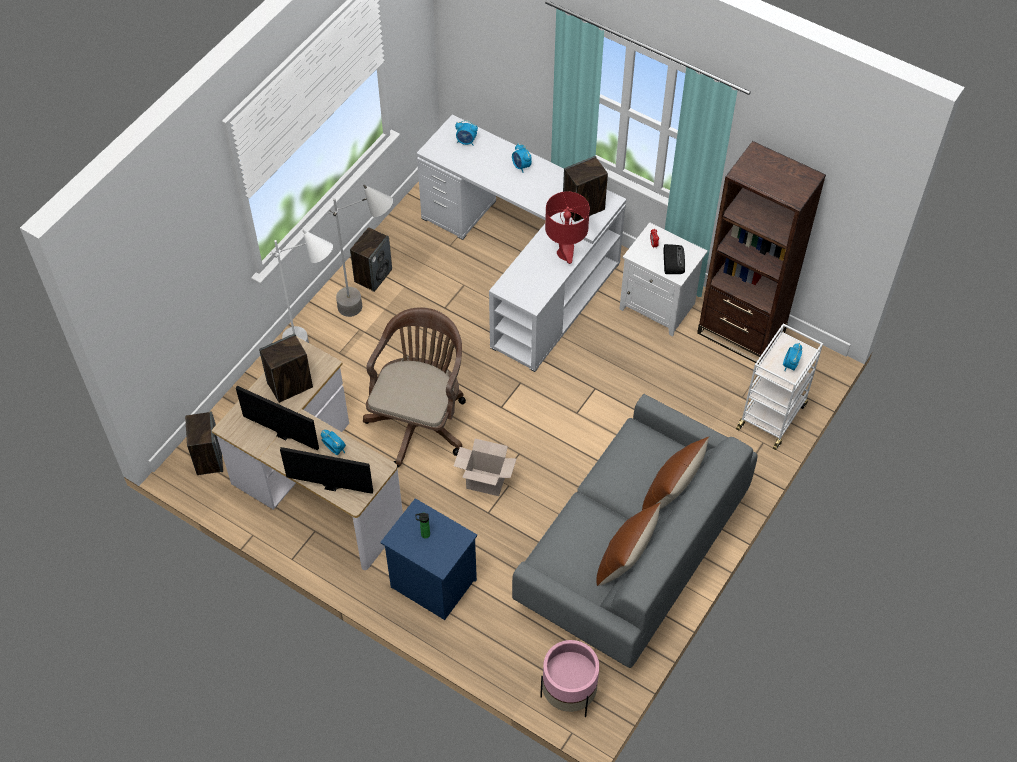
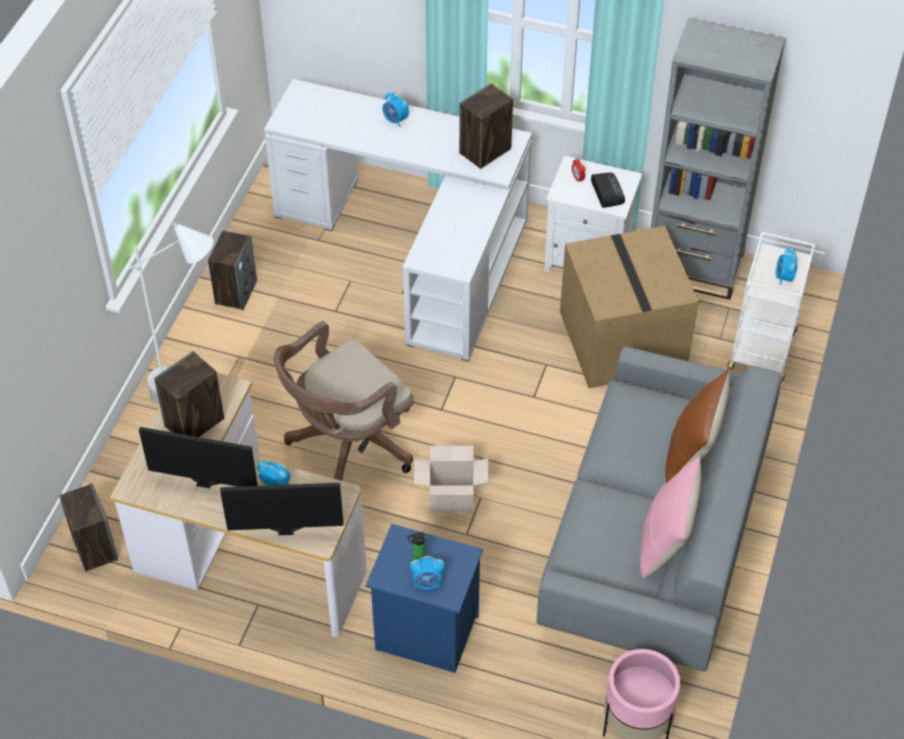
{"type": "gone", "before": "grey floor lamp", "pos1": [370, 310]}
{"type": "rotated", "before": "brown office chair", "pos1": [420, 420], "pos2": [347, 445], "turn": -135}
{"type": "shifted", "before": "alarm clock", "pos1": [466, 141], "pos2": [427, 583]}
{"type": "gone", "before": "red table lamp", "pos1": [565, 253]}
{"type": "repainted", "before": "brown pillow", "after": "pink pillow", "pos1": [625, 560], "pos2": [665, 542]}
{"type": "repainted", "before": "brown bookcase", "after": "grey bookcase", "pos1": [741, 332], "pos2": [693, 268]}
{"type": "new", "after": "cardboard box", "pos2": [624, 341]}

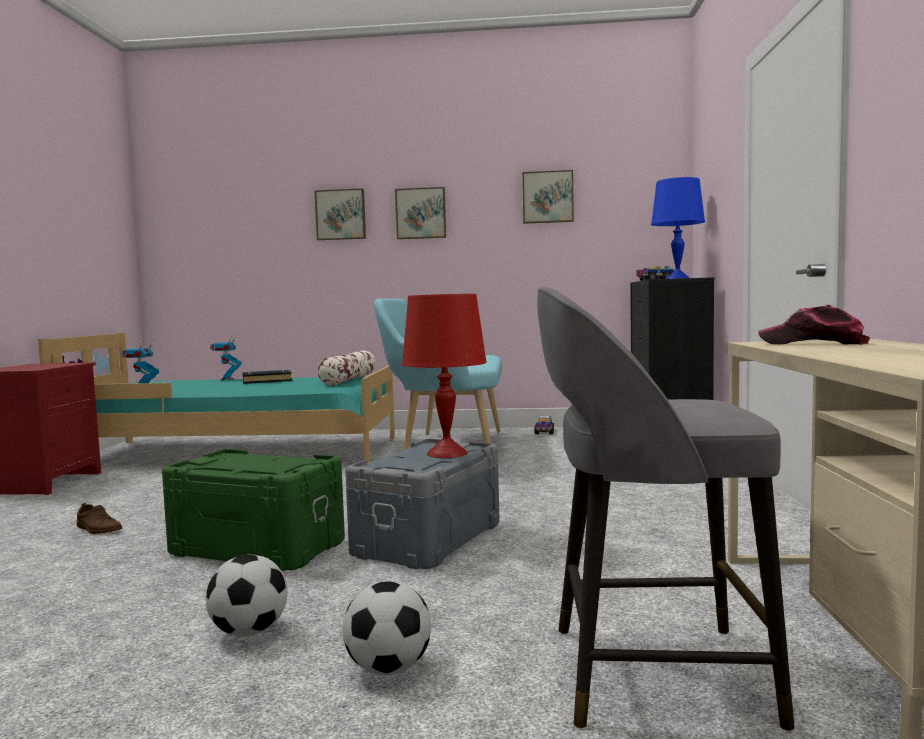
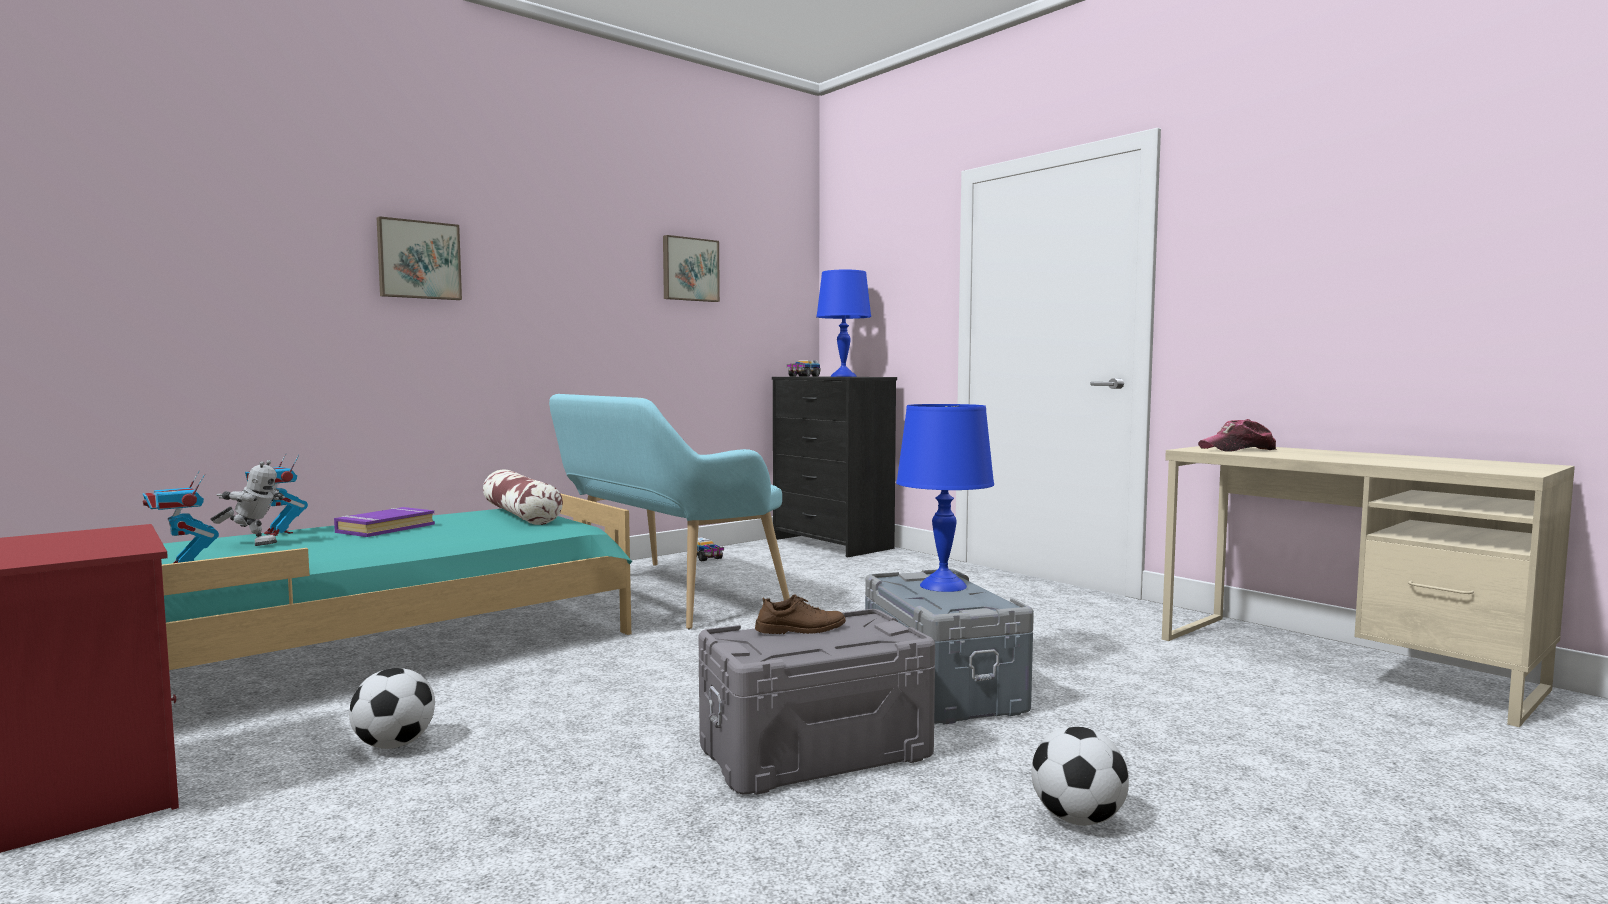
{"type": "shifted", "before": "brown shoe", "pos1": [98, 529], "pos2": [800, 629]}
{"type": "repainted", "before": "green storage box", "after": "grey storage box", "pos1": [259, 547], "pos2": [814, 750]}
{"type": "repainted", "before": "black book", "after": "purple book", "pos1": [267, 381], "pos2": [385, 528]}
{"type": "shifted", "before": "football", "pos1": [388, 668], "pos2": [394, 745]}
{"type": "gone", "before": "picture", "pos1": [421, 213]}
{"type": "repainted", "before": "red table lamp", "after": "blue table lamp", "pos1": [447, 453], "pos2": [943, 585]}
{"type": "gone", "before": "grey stool", "pos1": [651, 673]}
{"type": "new", "after": "toy robot", "pos2": [252, 544]}

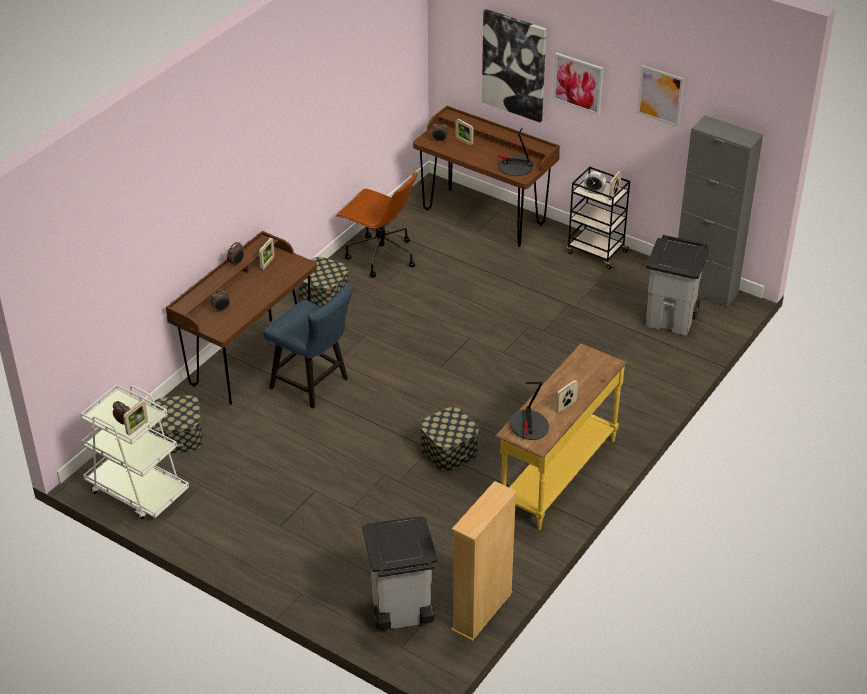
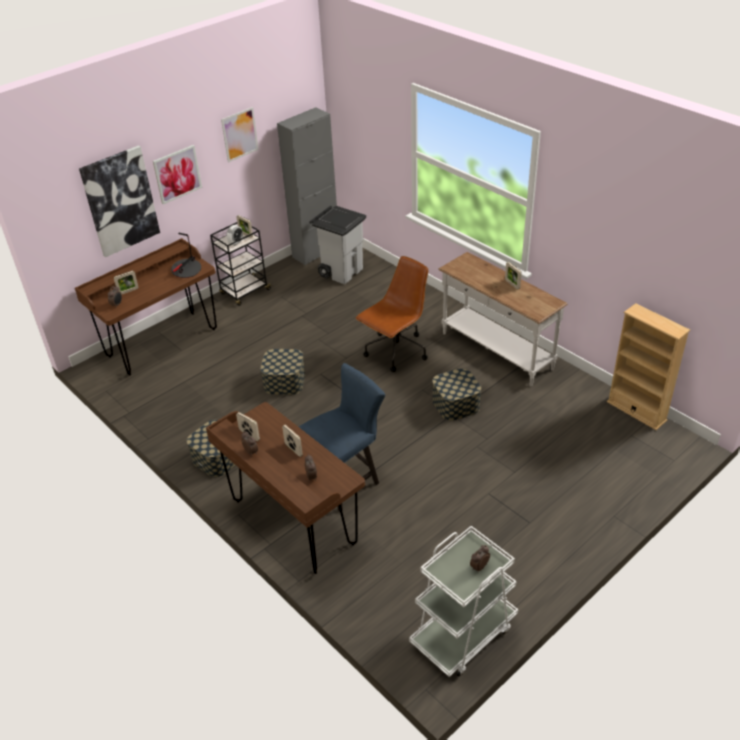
{"type": "shifted", "before": "picture frame", "pos1": [137, 428], "pos2": [293, 450]}
{"type": "shifted", "before": "storage box", "pos1": [178, 436], "pos2": [284, 381]}
{"type": "shifted", "before": "brown office chair", "pos1": [380, 256], "pos2": [395, 352]}
{"type": "gone", "before": "grey trash can", "pos1": [400, 611]}
{"type": "repainted", "before": "yellow console table", "after": "white console table", "pos1": [557, 474], "pos2": [496, 351]}
{"type": "gone", "before": "table lamp", "pos1": [529, 426]}

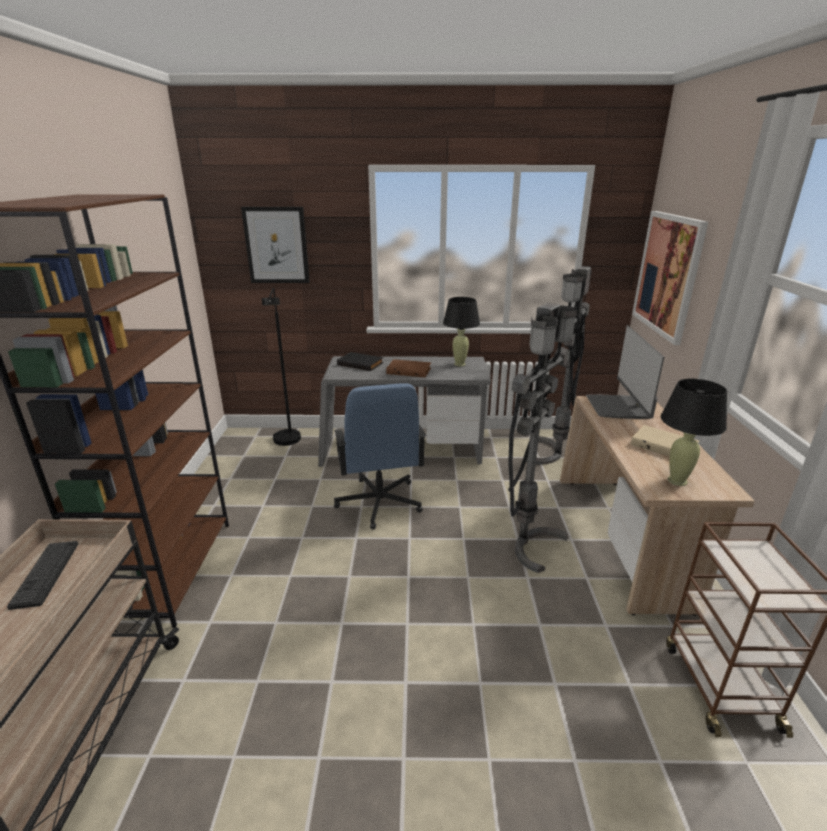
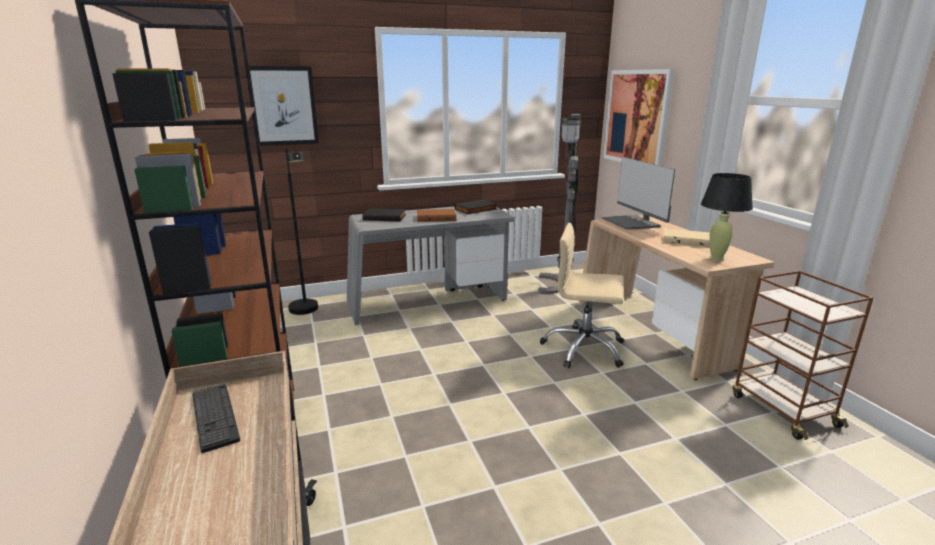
{"type": "gone", "before": "blue office chair", "pos1": [379, 503]}
{"type": "swapped", "before": "black table lamp", "after": "black book", "pos1": [459, 364], "pos2": [476, 210]}
{"type": "swapped", "before": "grey floor lamp", "after": "beige office chair", "pos1": [526, 543], "pos2": [583, 349]}

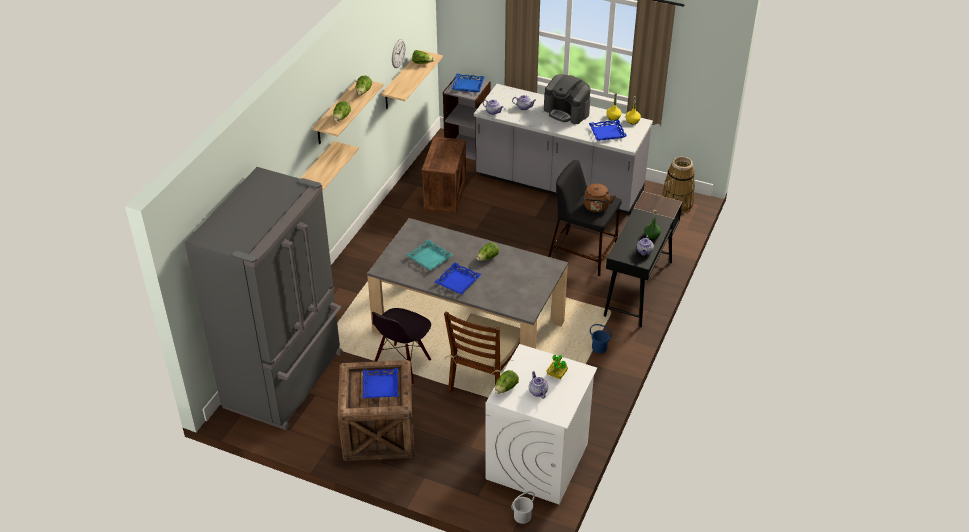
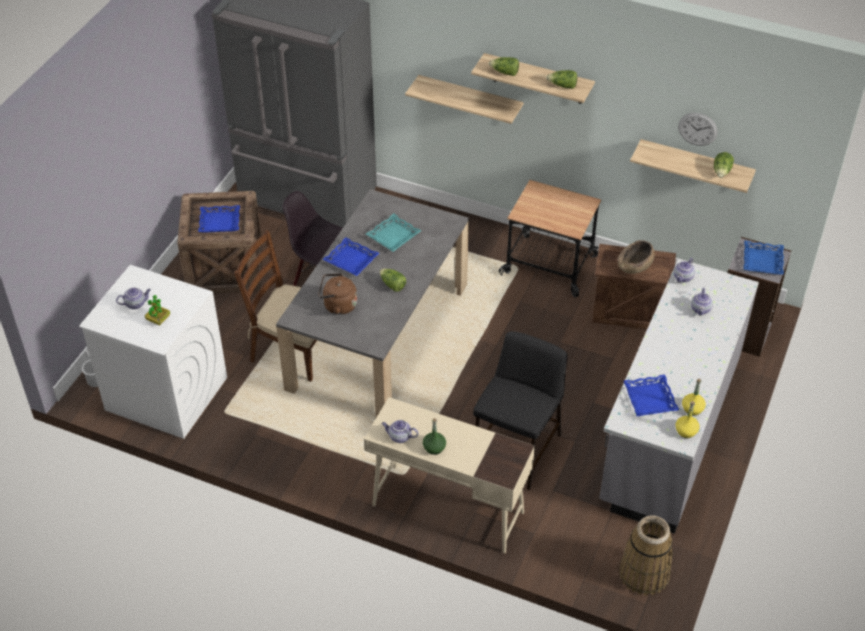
{"type": "gone", "before": "lettuce", "pos1": [506, 388]}
{"type": "gone", "before": "coffee machine", "pos1": [567, 111]}
{"type": "shifted", "before": "brown kettle", "pos1": [596, 207], "pos2": [338, 305]}
{"type": "gone", "before": "blue bucket", "pos1": [599, 348]}
{"type": "repainted", "before": "black desk", "after": "beige desk", "pos1": [638, 289], "pos2": [447, 508]}
{"type": "new", "after": "cart", "pos2": [549, 264]}
{"type": "new", "after": "brown bowl", "pos2": [635, 265]}

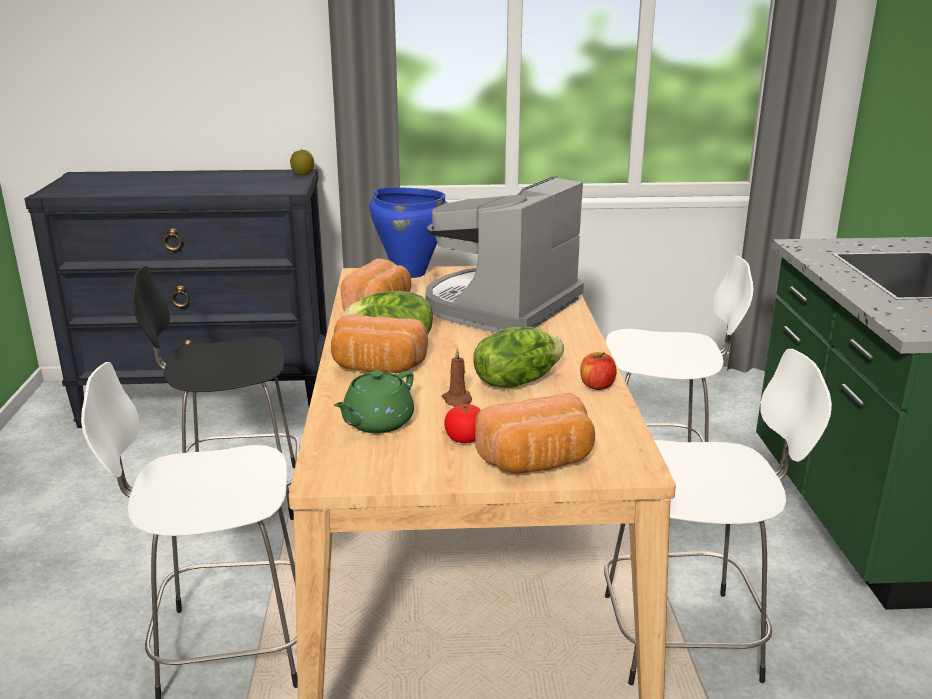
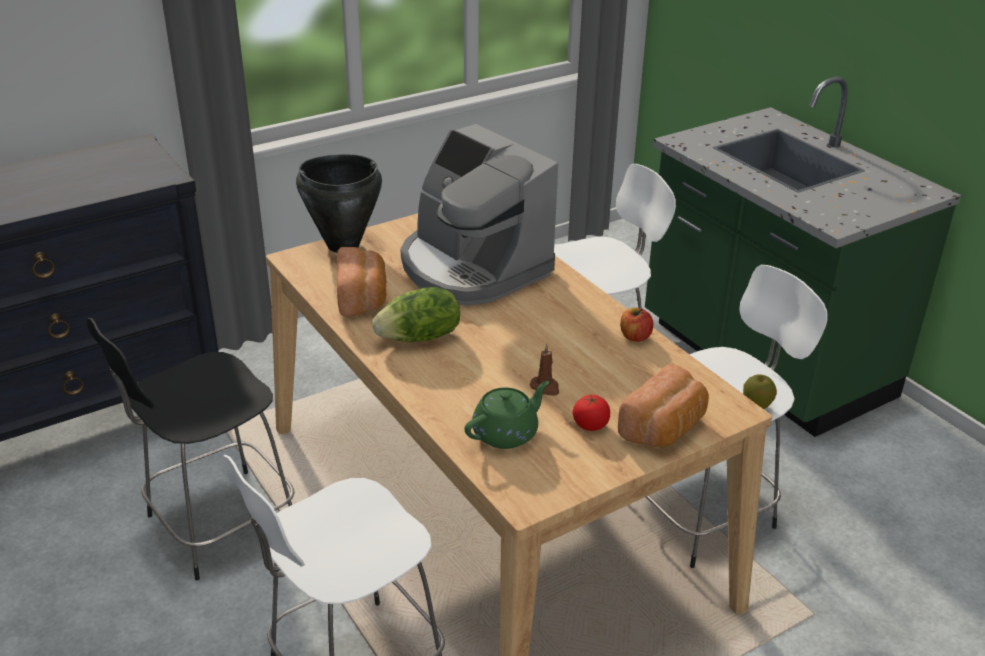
{"type": "shifted", "before": "apple", "pos1": [303, 174], "pos2": [757, 404]}
{"type": "gone", "before": "bread", "pos1": [377, 368]}
{"type": "rotated", "before": "green teapot", "pos1": [377, 423], "pos2": [506, 433], "turn": -135}
{"type": "repainted", "before": "blue cooking pot", "after": "black cooking pot", "pos1": [410, 273], "pos2": [342, 245]}
{"type": "rotated", "before": "coffee machine", "pos1": [501, 306], "pos2": [472, 267], "turn": -45}
{"type": "gone", "before": "lettuce", "pos1": [516, 381]}

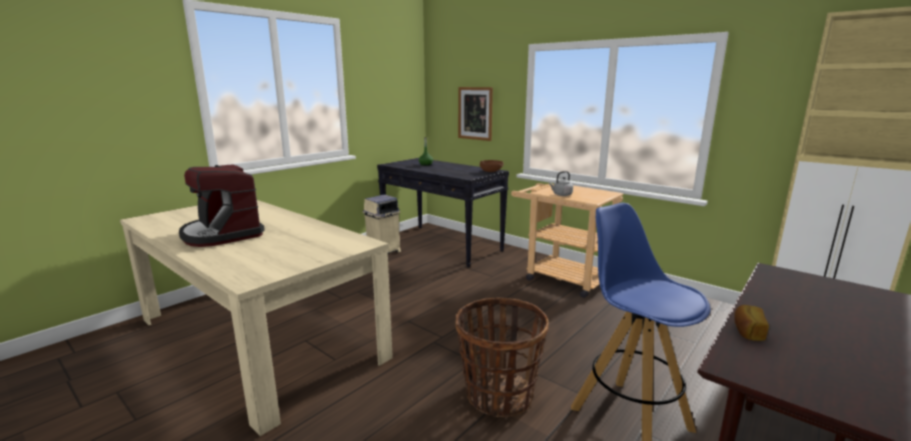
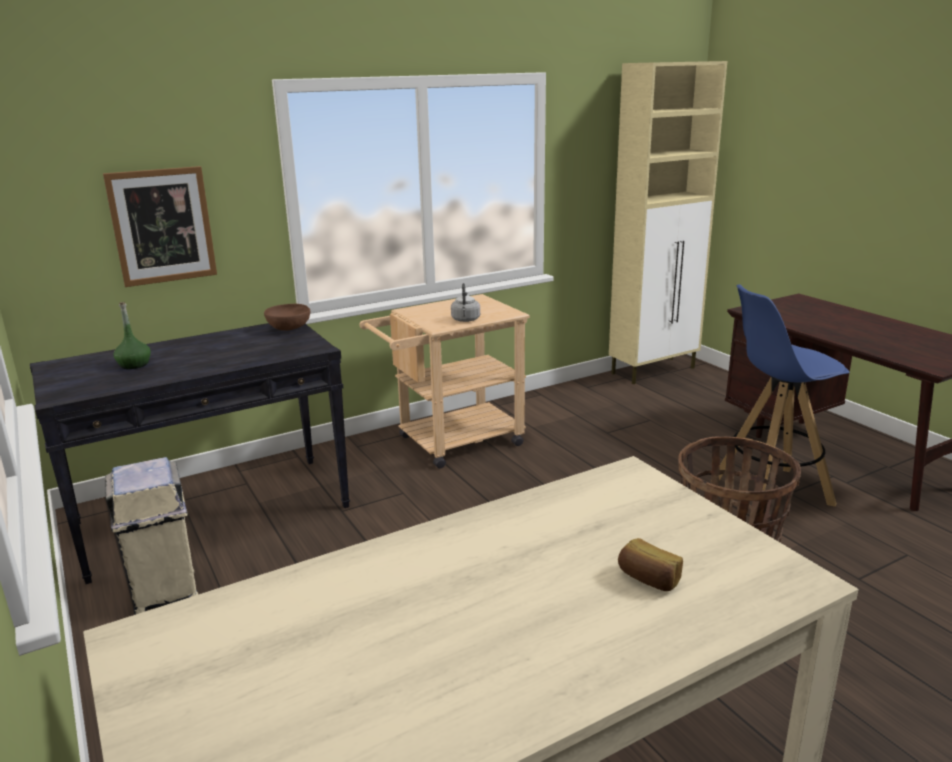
{"type": "gone", "before": "coffee machine", "pos1": [222, 234]}
{"type": "shifted", "before": "bread", "pos1": [747, 331], "pos2": [648, 579]}

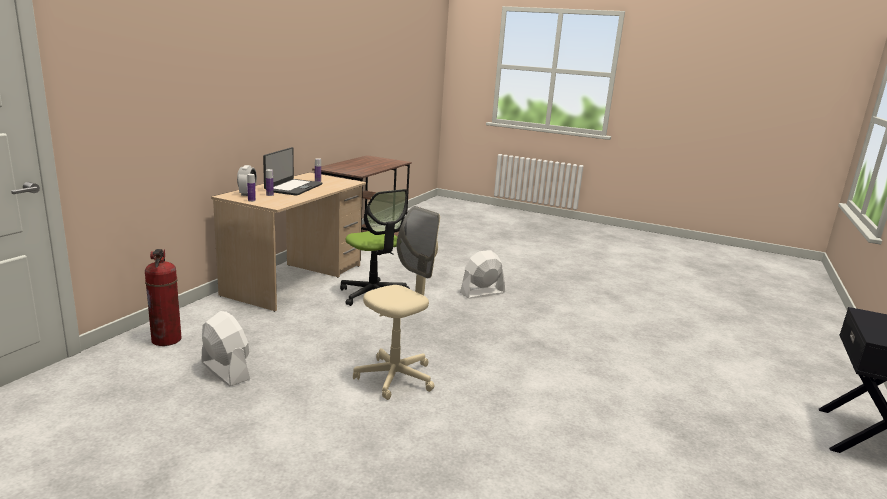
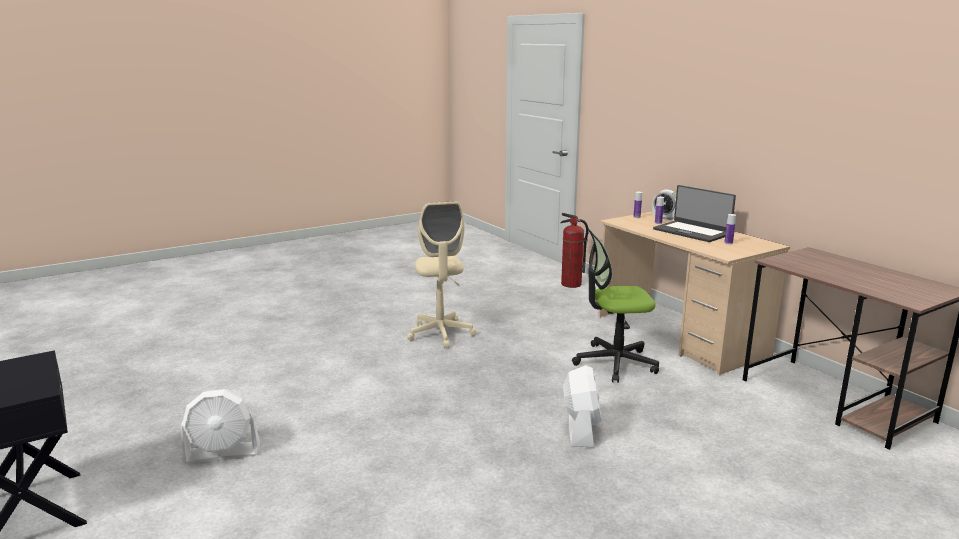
{"type": "shifted", "before": "white fan", "pos1": [225, 370], "pos2": [223, 453]}

